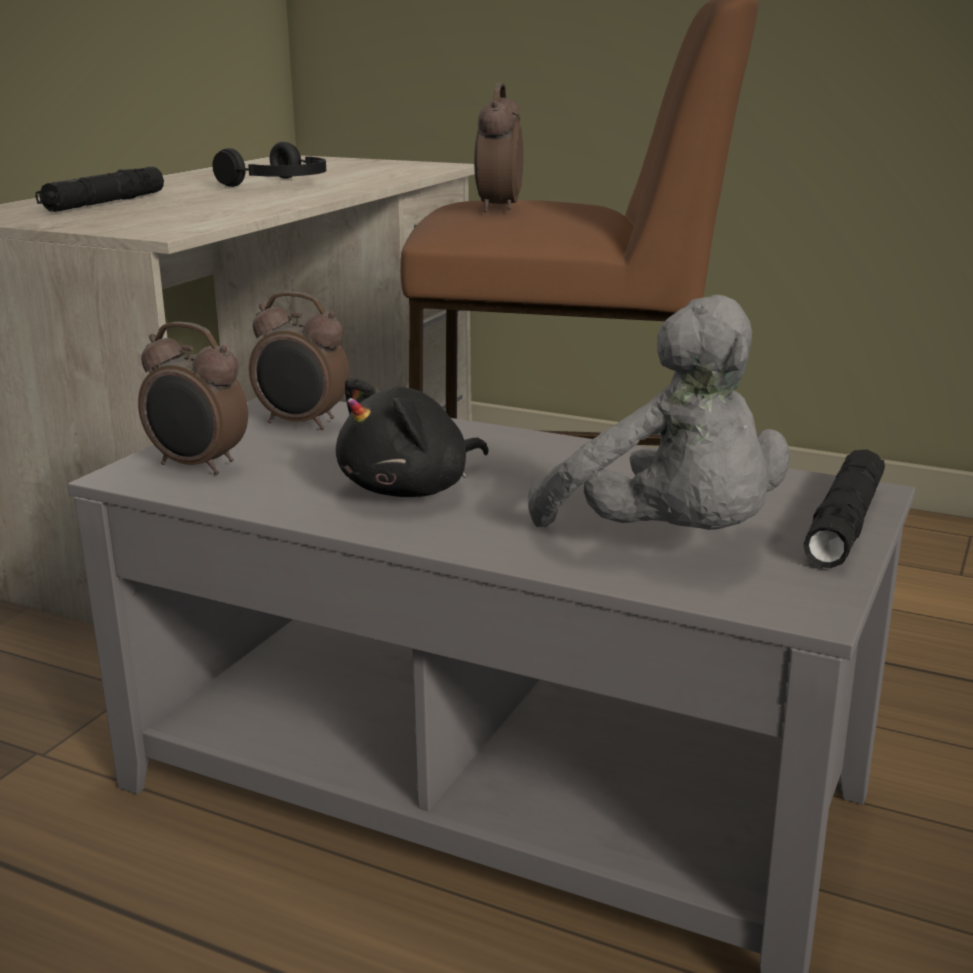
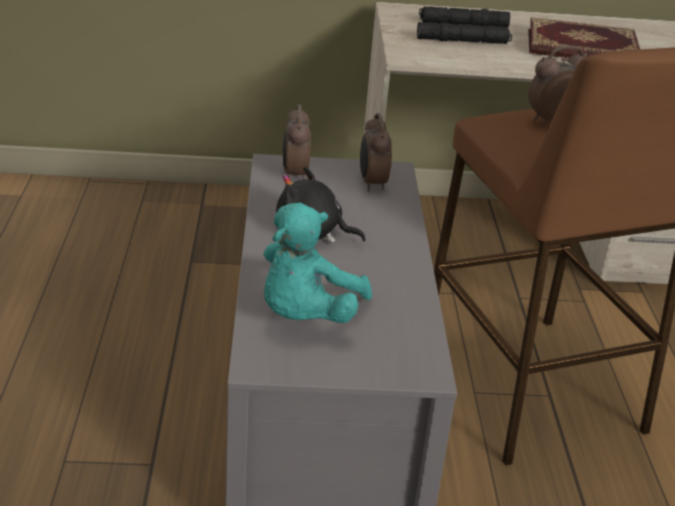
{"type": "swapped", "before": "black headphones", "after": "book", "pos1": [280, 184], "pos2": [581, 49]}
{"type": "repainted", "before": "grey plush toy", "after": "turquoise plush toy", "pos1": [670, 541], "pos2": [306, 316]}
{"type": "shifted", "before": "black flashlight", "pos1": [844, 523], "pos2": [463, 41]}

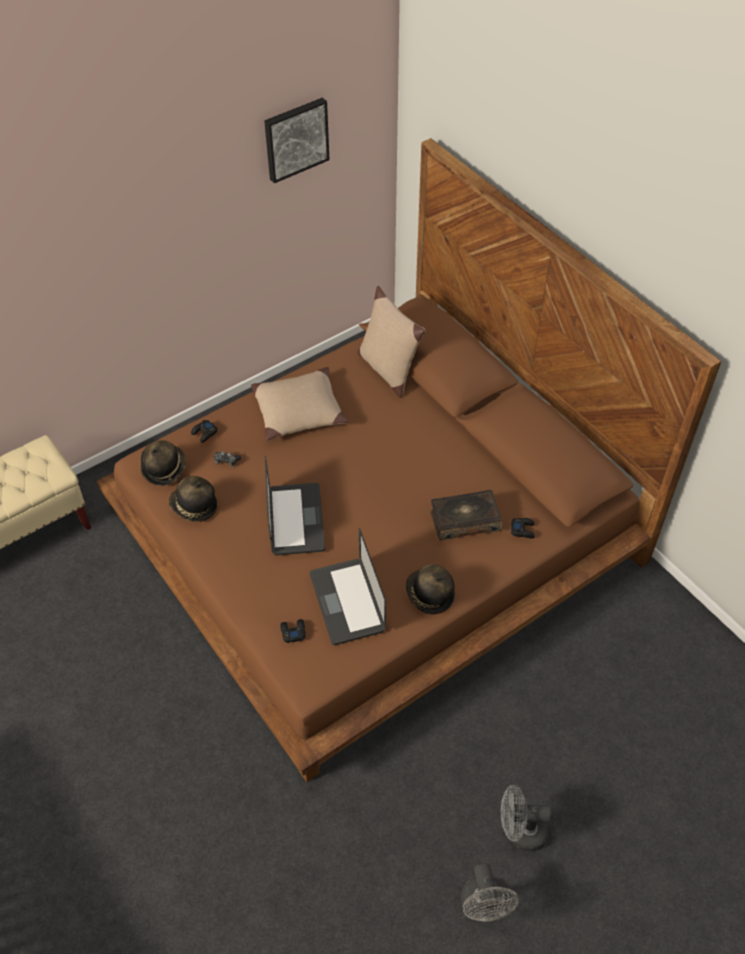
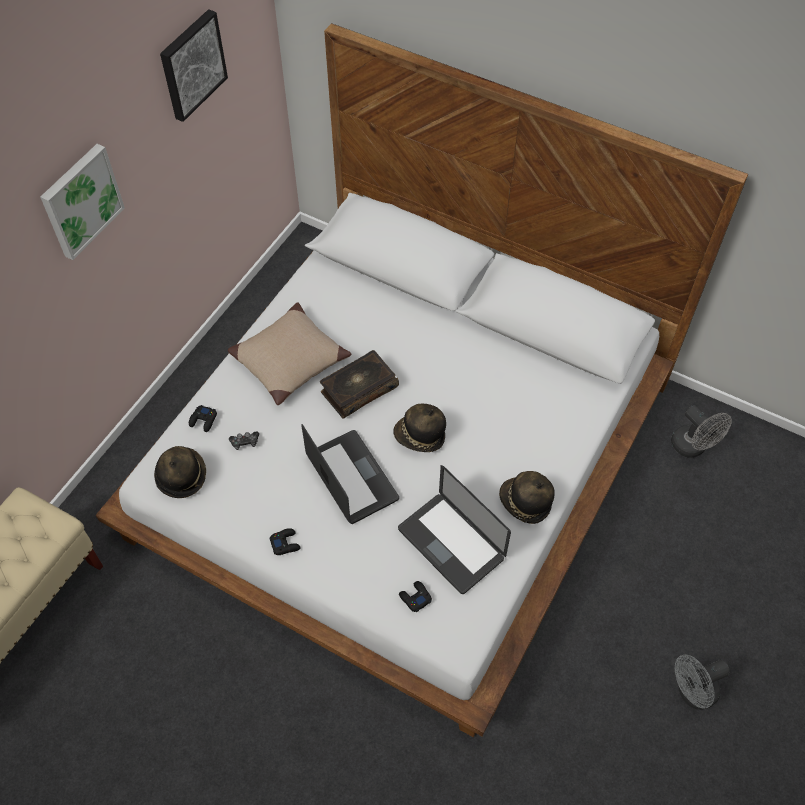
{"type": "repainted", "before": "brown bed", "after": "white bed", "pos1": [373, 536], "pos2": [402, 458]}
{"type": "shifted", "before": "hat", "pos1": [194, 507], "pos2": [420, 437]}
{"type": "gone", "before": "beige pillow", "pos1": [388, 369]}
{"type": "shifted", "before": "book", "pos1": [464, 520], "pos2": [358, 389]}
{"type": "shifted", "before": "grey fan", "pos1": [483, 907], "pos2": [693, 447]}
{"type": "shifted", "before": "black game controller", "pos1": [523, 530], "pos2": [285, 543]}
{"type": "new", "after": "picture", "pos2": [80, 200]}

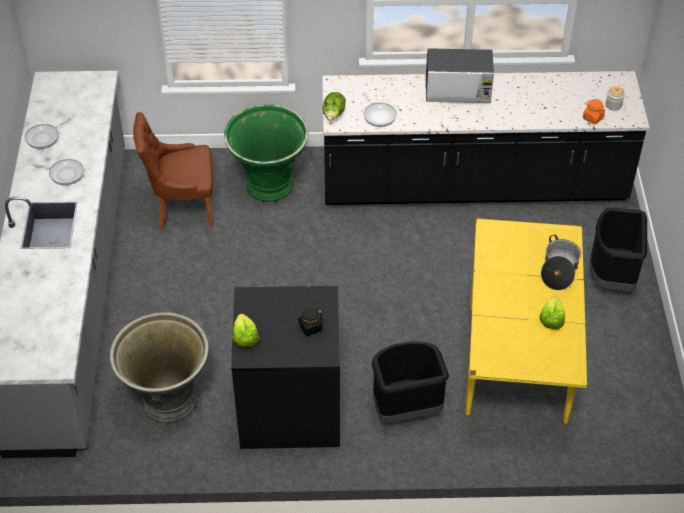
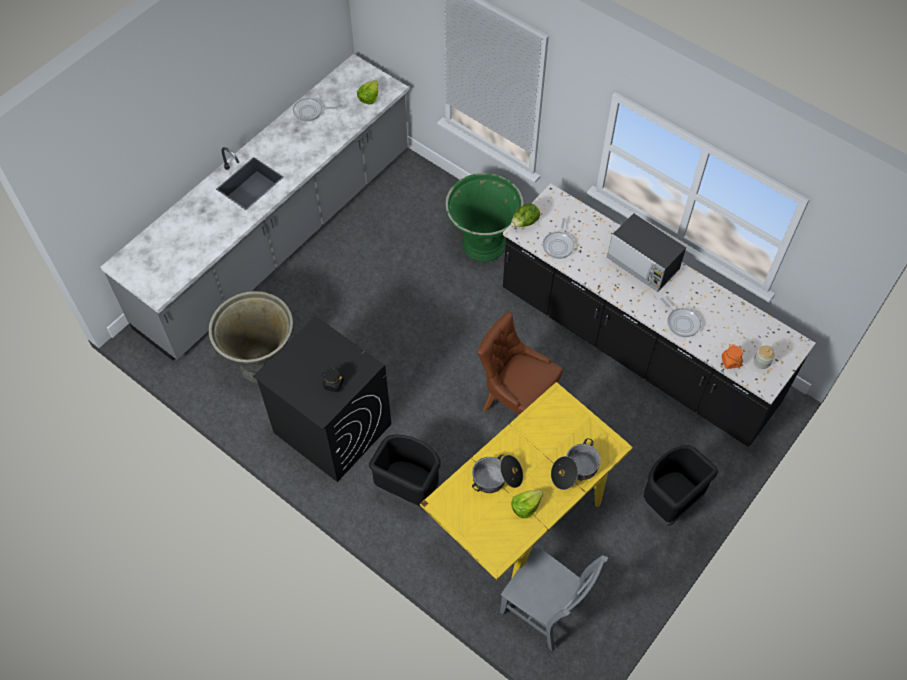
{"type": "shifted", "before": "frying pan", "pos1": [64, 173], "pos2": [681, 322]}
{"type": "shifted", "before": "brown chair", "pos1": [182, 207], "pos2": [516, 401]}
{"type": "shifted", "before": "lettuce", "pos1": [245, 338], "pos2": [368, 97]}
{"type": "new", "after": "cooking pot", "pos2": [497, 478]}
{"type": "new", "after": "grey chair", "pos2": [545, 610]}

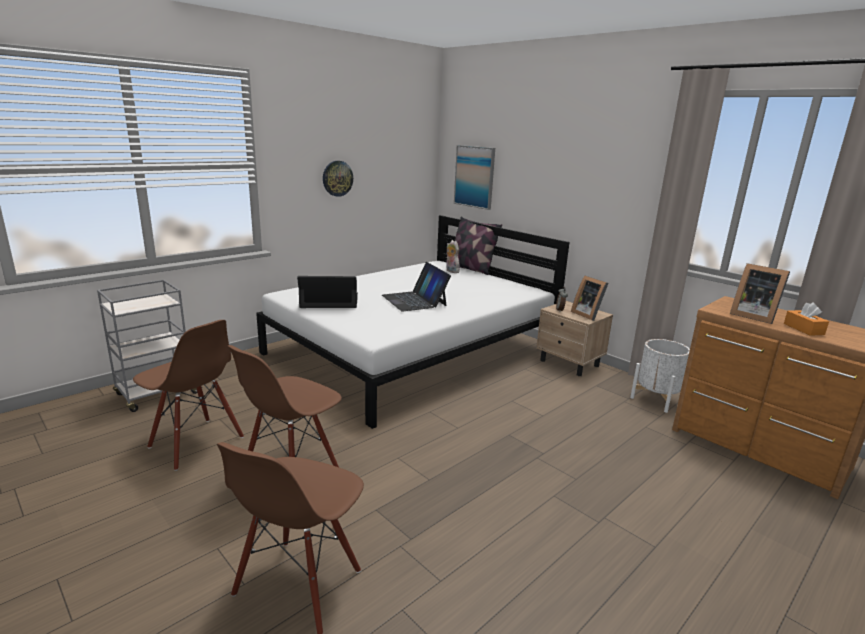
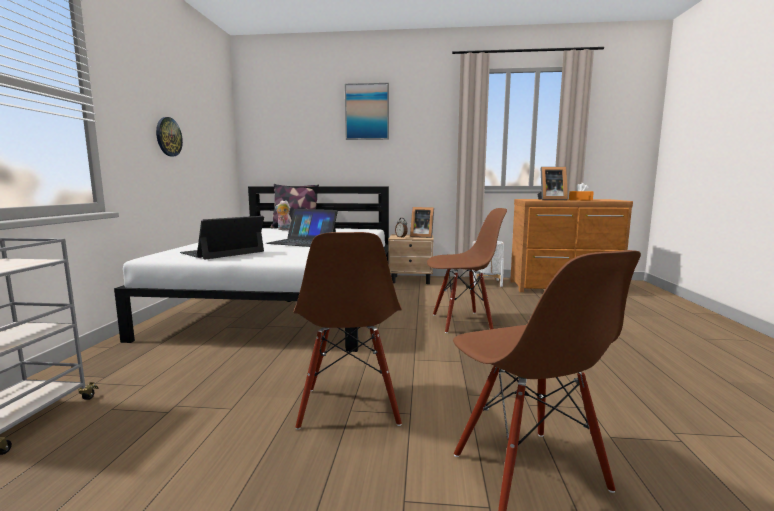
{"type": "shifted", "before": "brown chair", "pos1": [195, 443], "pos2": [462, 322]}
{"type": "shifted", "before": "picture", "pos1": [474, 177], "pos2": [367, 112]}

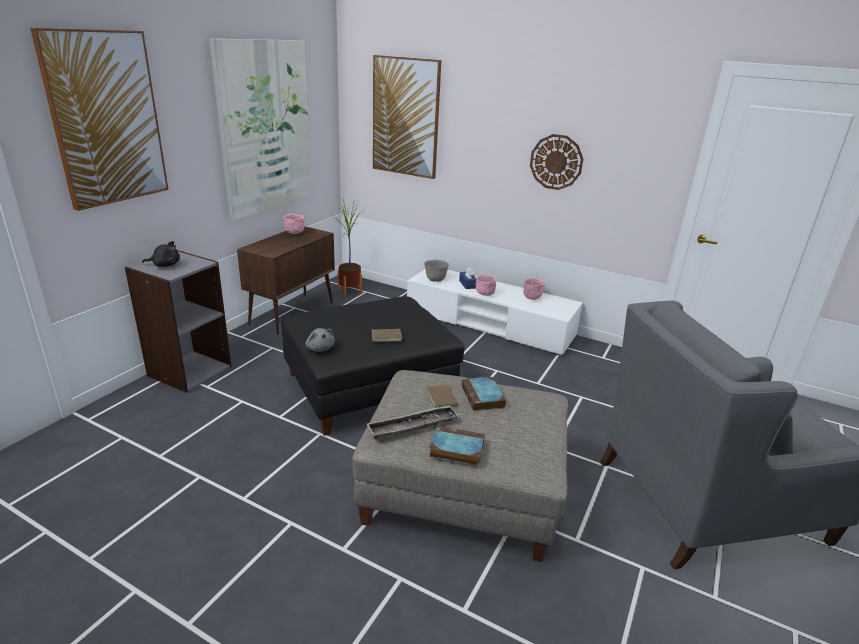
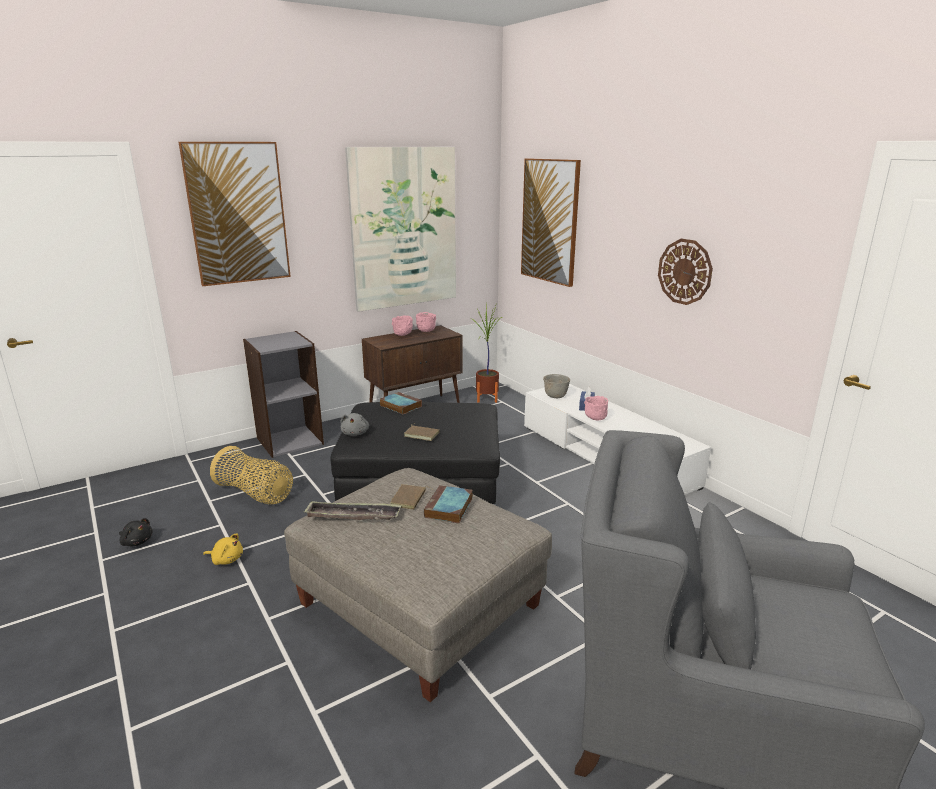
{"type": "shifted", "before": "black plush toy", "pos1": [165, 265], "pos2": [136, 541]}
{"type": "shifted", "before": "book", "pos1": [455, 449], "pos2": [399, 406]}
{"type": "shifted", "before": "pink bowl", "pos1": [532, 298], "pos2": [403, 335]}
{"type": "new", "after": "yellow plush toy", "pos2": [226, 559]}
{"type": "new", "after": "basket", "pos2": [256, 494]}

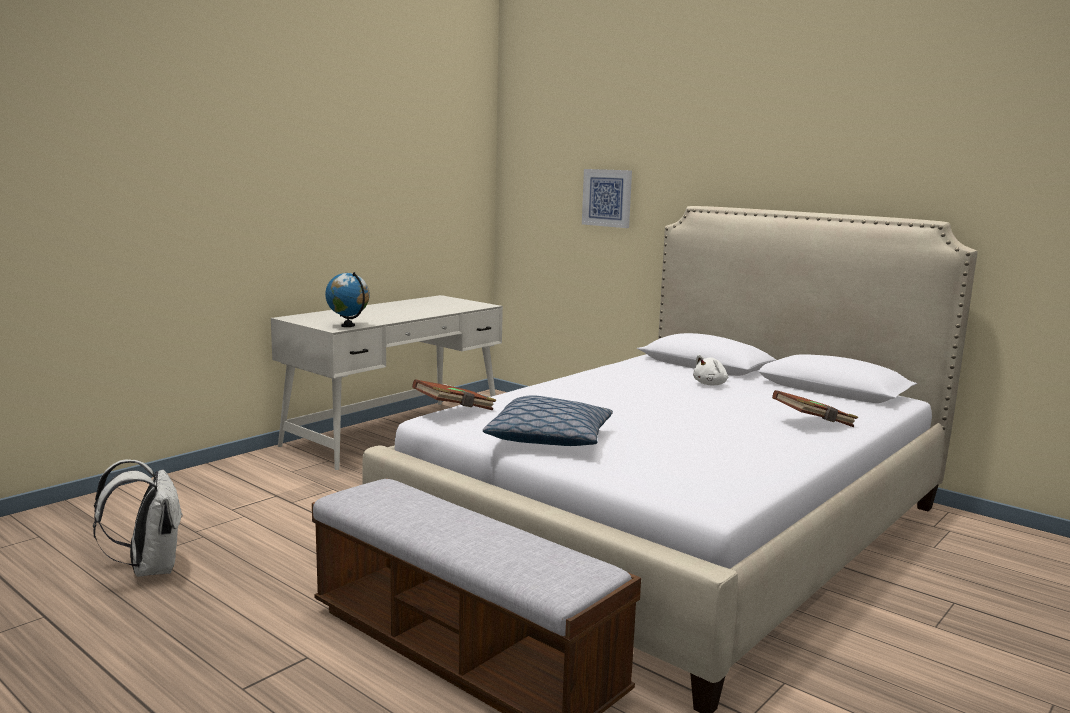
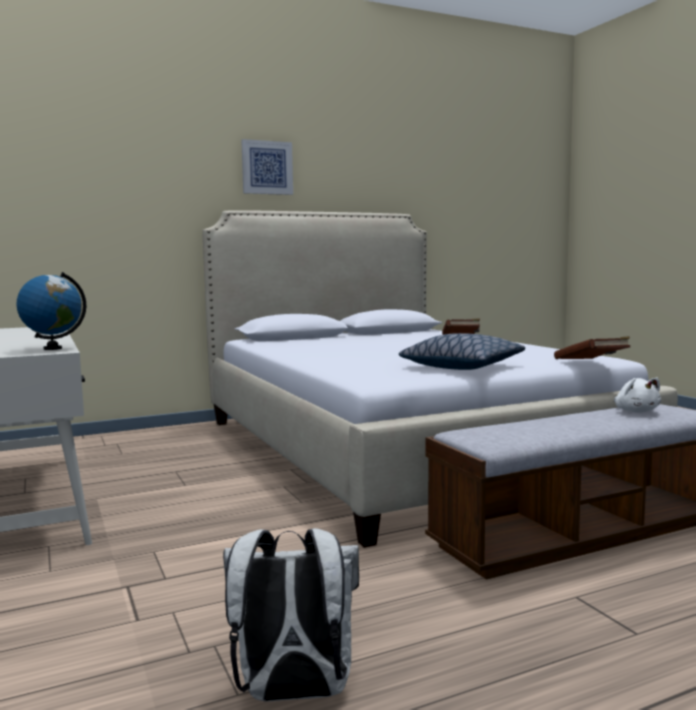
{"type": "shifted", "before": "brown book", "pos1": [455, 410], "pos2": [591, 363]}
{"type": "shifted", "before": "picture", "pos1": [607, 198], "pos2": [267, 167]}
{"type": "shifted", "before": "white plush toy", "pos1": [711, 384], "pos2": [636, 411]}

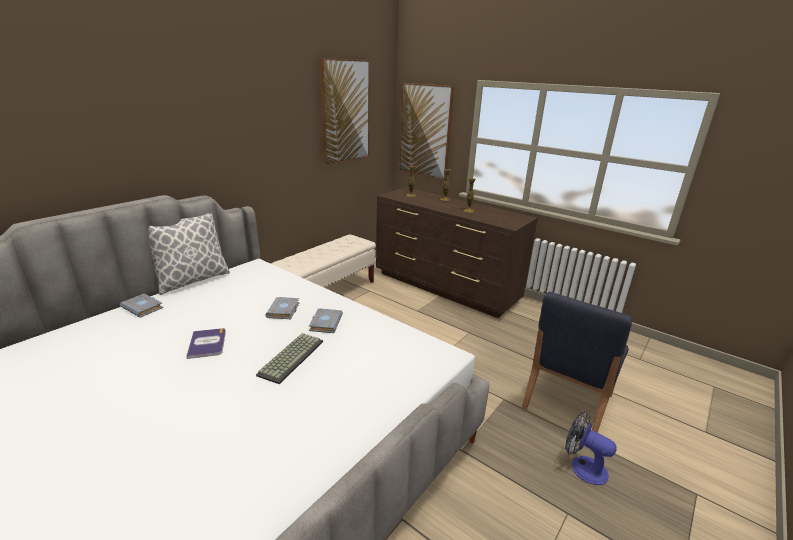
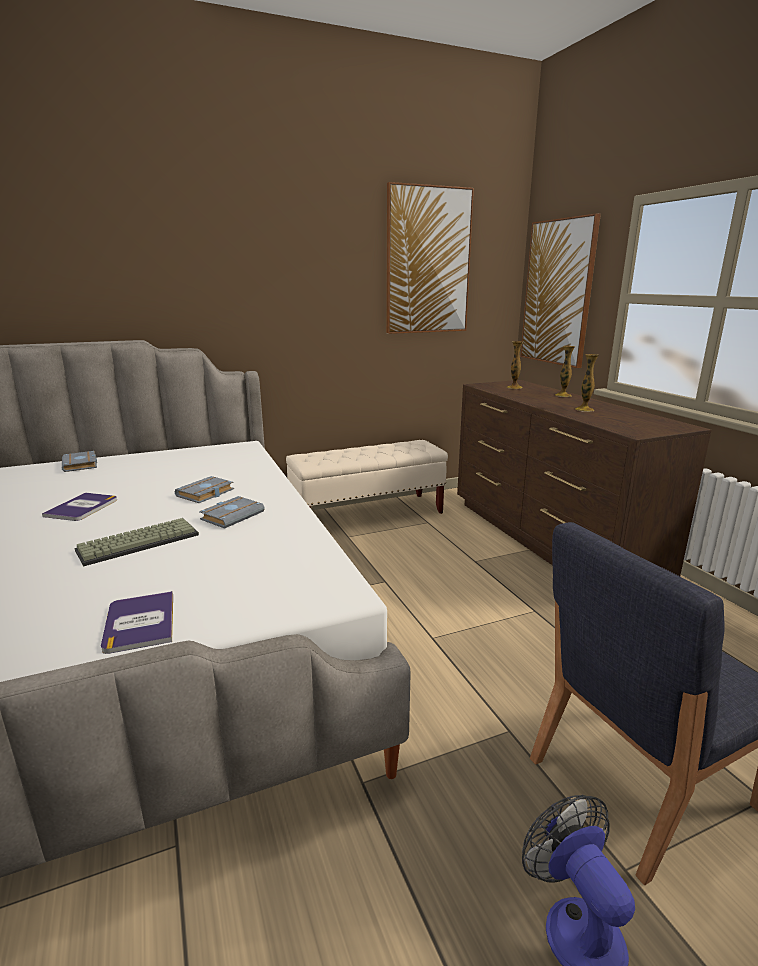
{"type": "gone", "before": "pillow", "pos1": [192, 280]}
{"type": "new", "after": "book", "pos2": [140, 623]}

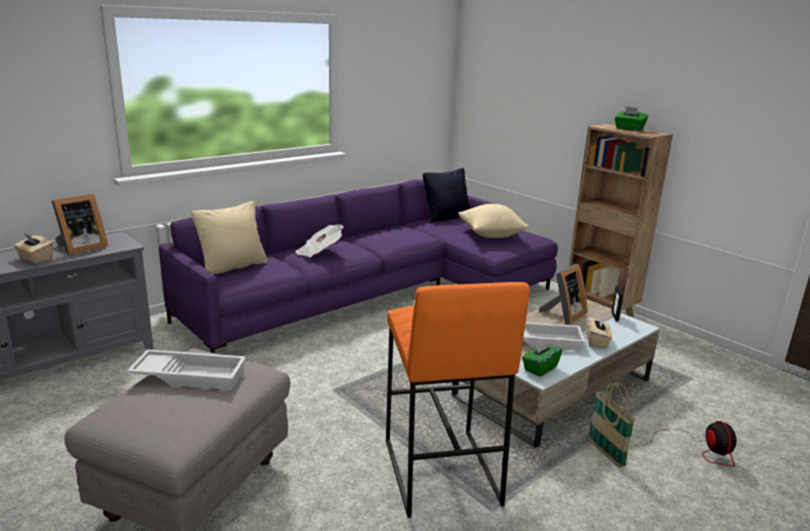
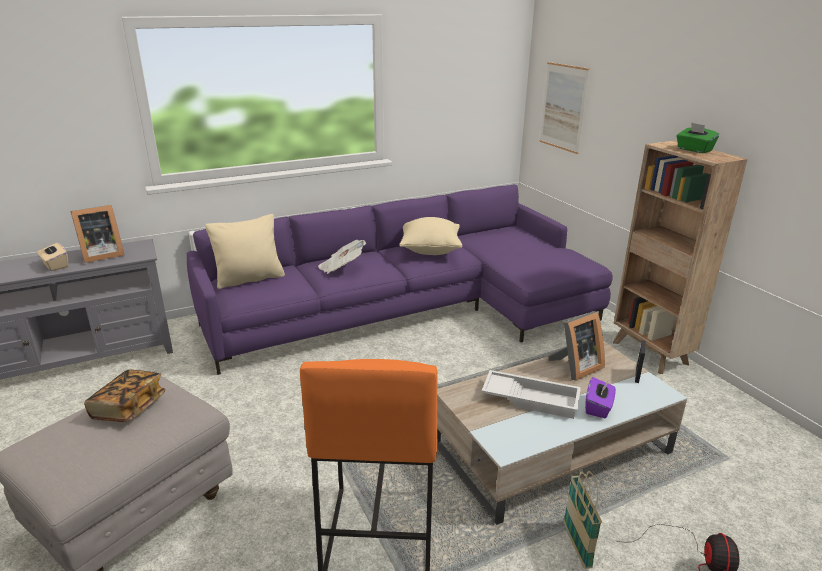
{"type": "swapped", "before": "white tray", "after": "book", "pos1": [191, 375], "pos2": [129, 408]}
{"type": "gone", "before": "black pillow", "pos1": [446, 217]}
{"type": "shifted", "before": "beige pillow", "pos1": [491, 235], "pos2": [430, 250]}
{"type": "gone", "before": "green tissue box", "pos1": [540, 368]}
{"type": "repainted", "before": "beige tissue box", "after": "purple tissue box", "pos1": [596, 341], "pos2": [598, 407]}
{"type": "new", "after": "picture", "pos2": [563, 107]}

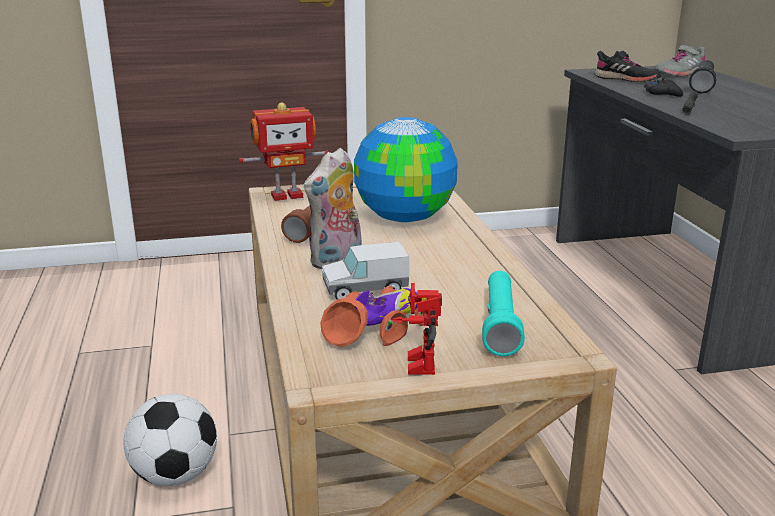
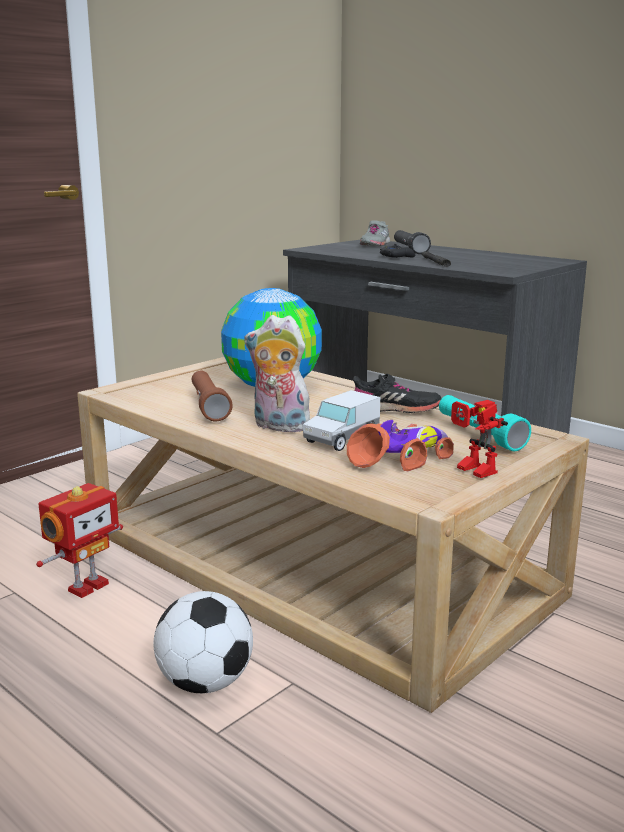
{"type": "shifted", "before": "toy robot", "pos1": [286, 195], "pos2": [86, 586]}
{"type": "rotated", "before": "plush toy", "pos1": [337, 261], "pos2": [278, 427], "turn": 105}
{"type": "rotated", "before": "toy car", "pos1": [380, 328], "pos2": [402, 458], "turn": 45}
{"type": "shifted", "before": "black shoe", "pos1": [626, 80], "pos2": [396, 409]}

